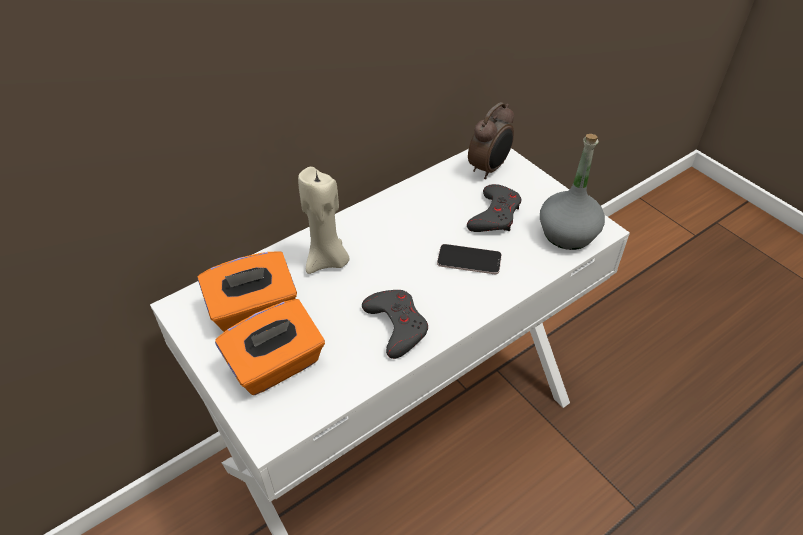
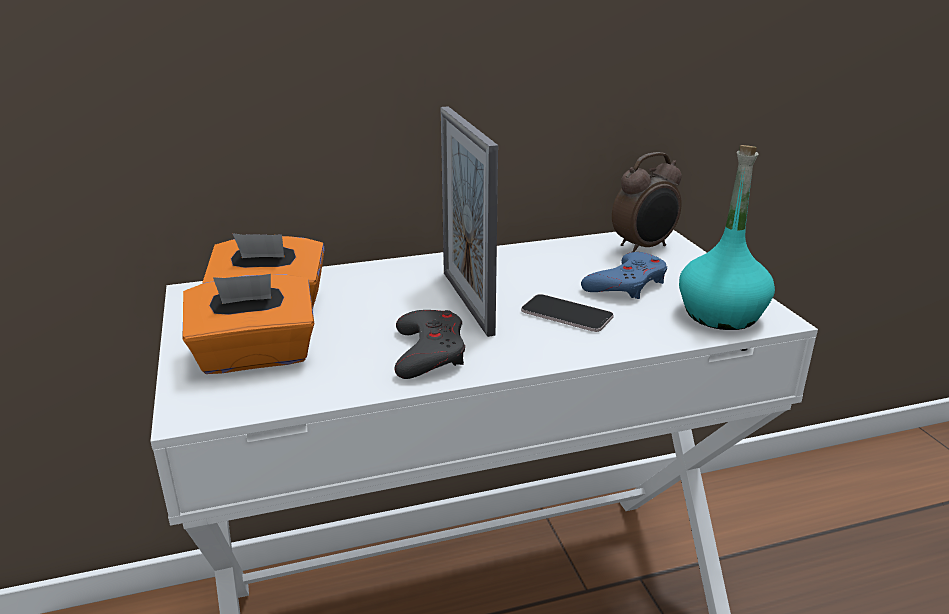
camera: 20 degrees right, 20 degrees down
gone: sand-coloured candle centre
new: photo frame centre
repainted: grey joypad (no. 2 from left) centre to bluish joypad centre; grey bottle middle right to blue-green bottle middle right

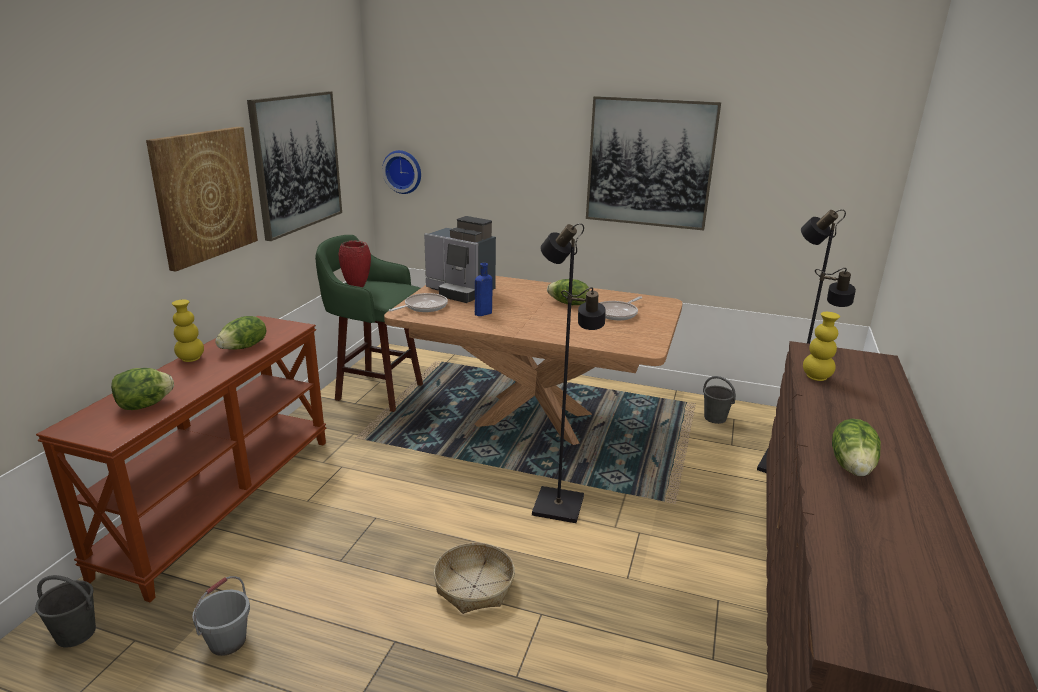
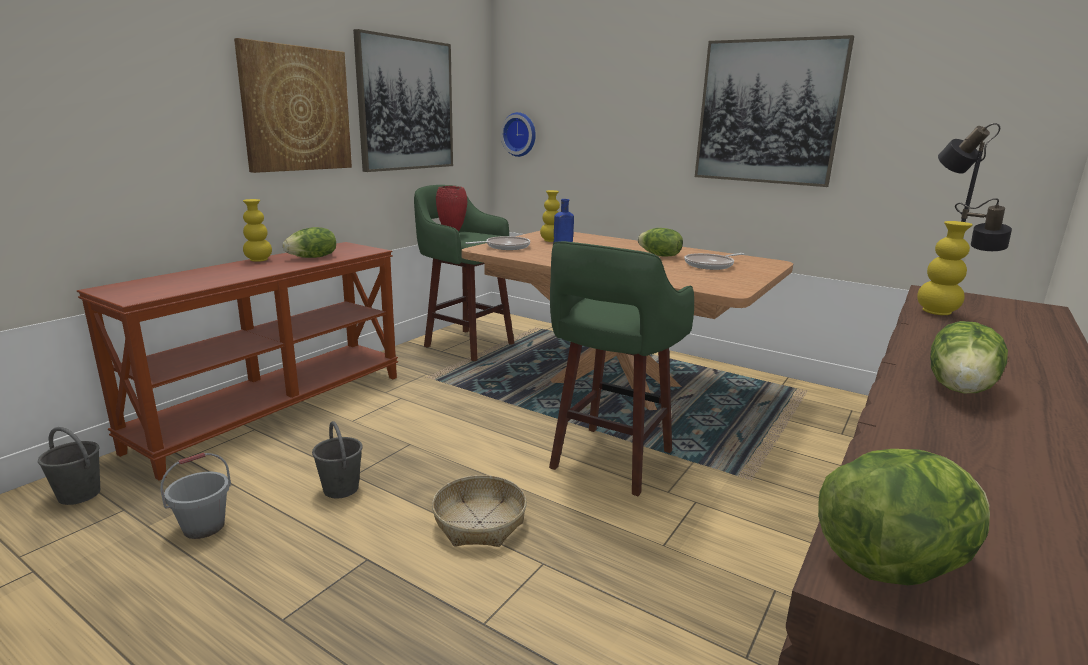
camera: 15 degrees right, 5 degrees down
shifted: lettuce (no. 1 from left in the first image) middle left to lettuce (no. 3 from left) bottom right; grey pail (no. 3 from left) middle right to bottom left
swapped: coffee machine centre to yellow decorative vase (no. 2 from left) top centre; black standing lamp (no. 1 from left) centre to greenish stool seat (no. 2 from left) centre

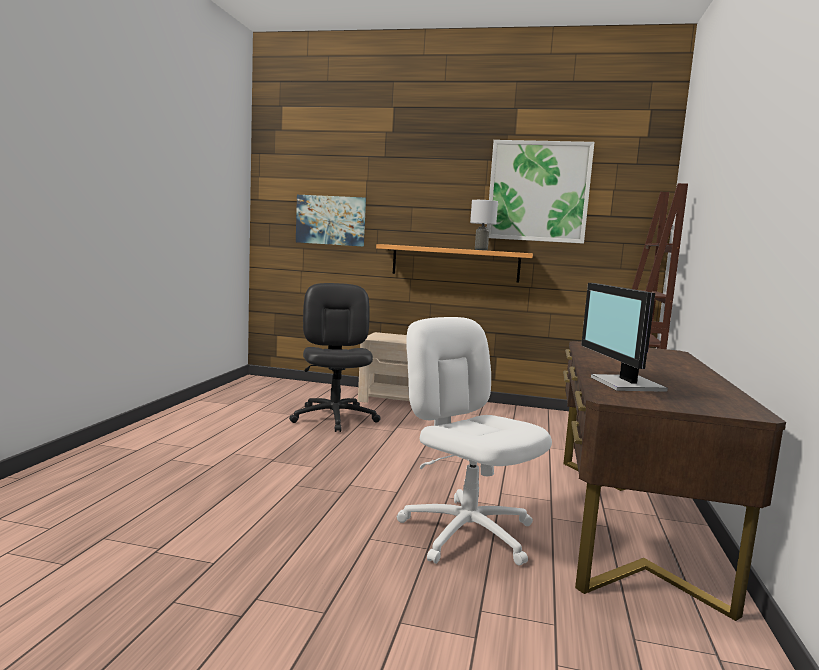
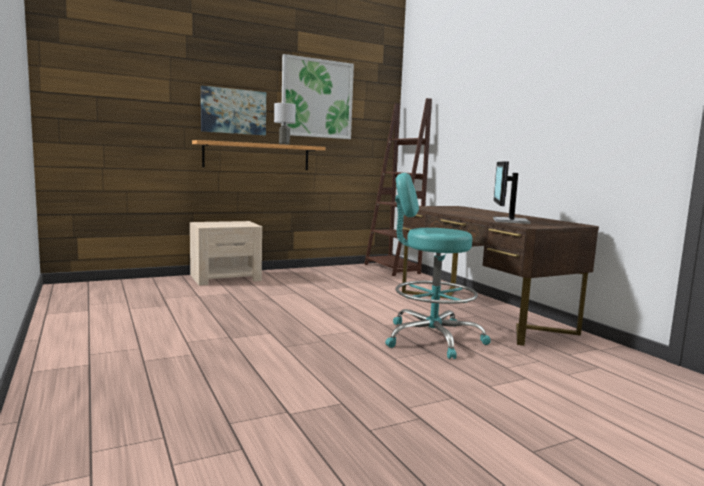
camera: 40 degrees left, 0 degrees up
gone: black office chair centre
shifted: wall picture (no. 1 from left) top centre to top left
swapped: white-coloured office chair centre to blue-green stool seat centre
rotated: computer screen middle right = middle right 60 degrees clockwise

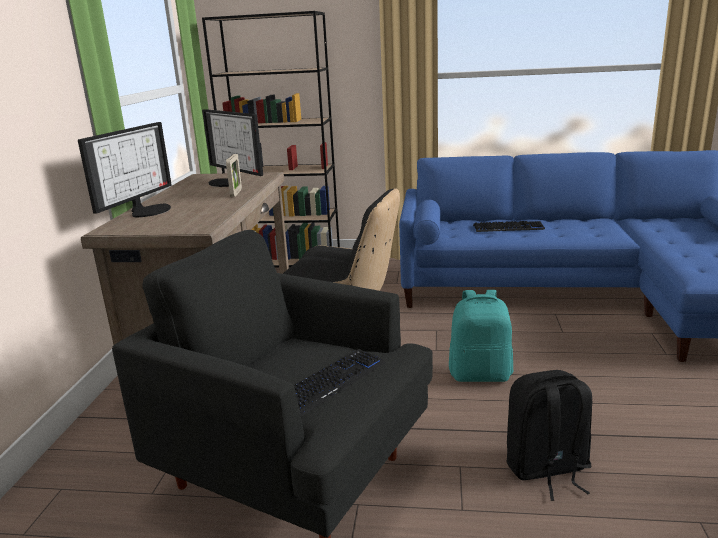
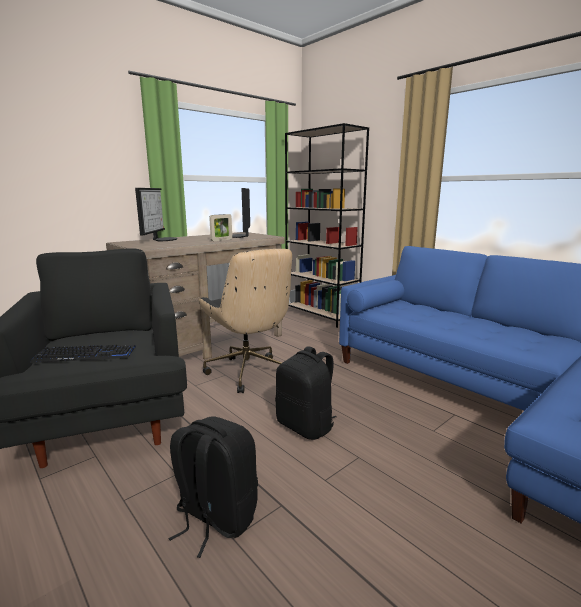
camera: 40 degrees right, 5 degrees down
gone: PC keyboard (no. 2 from left) middle right
repainted: blue-green knapsack middle right to black knapsack (no. 2 from left) centre
rotated: computer screen (no. 1 from left) top left = middle left 60 degrees counterclockwise

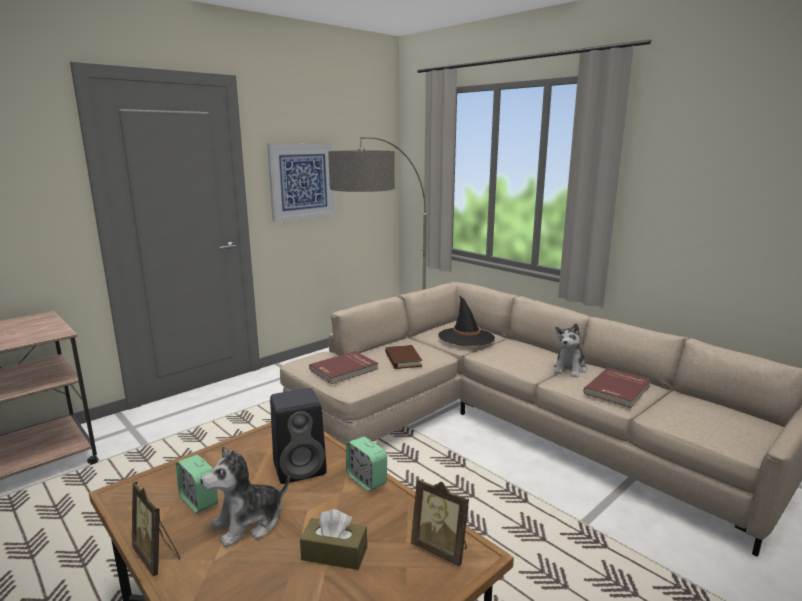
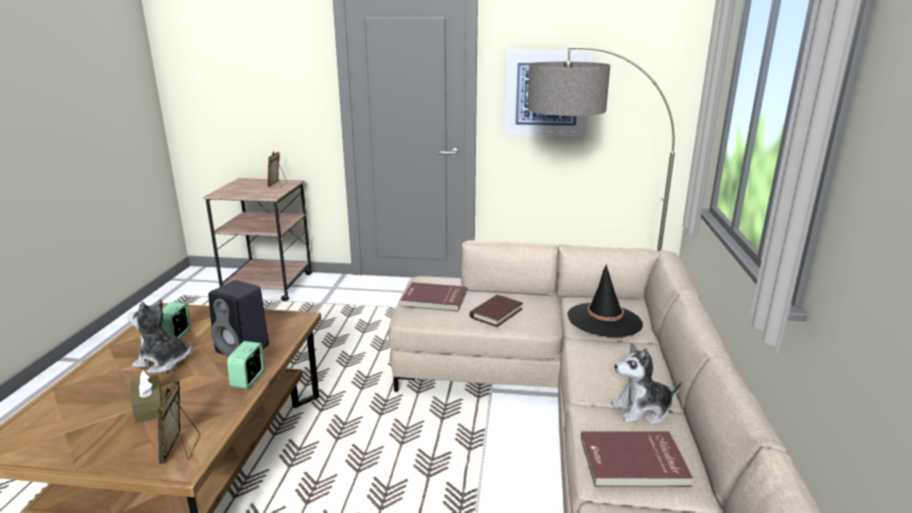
camera: 50 degrees right, 5 degrees up
shifted: photo frame (no. 1 from left in the first image) bottom left to photo frame (no. 2 from left) top left

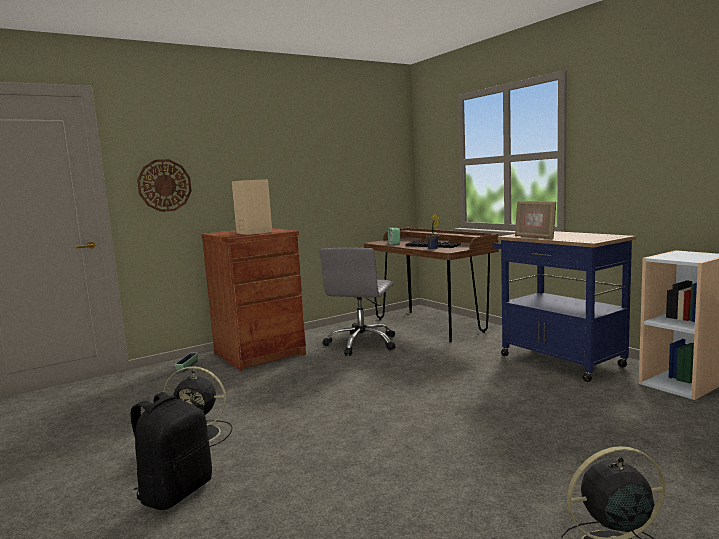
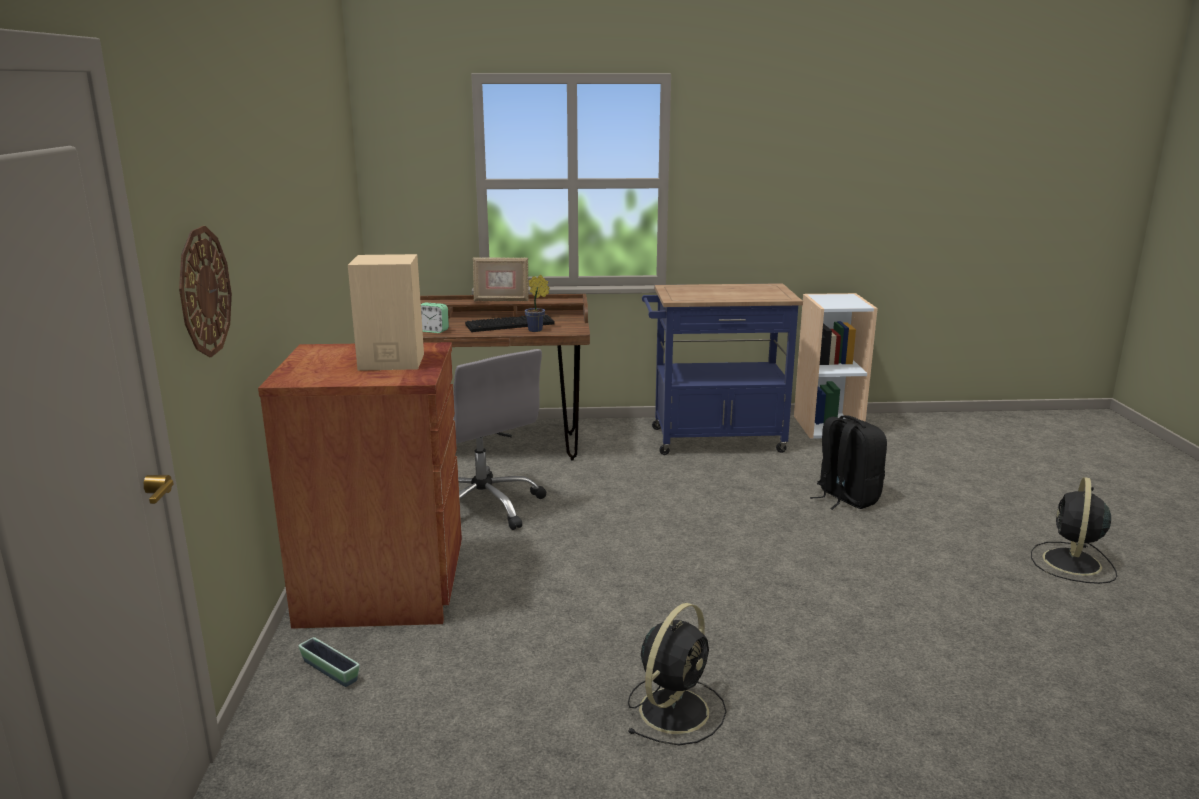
camera: 60 degrees left, 10 degrees up
shifted: black knapsack bottom left to middle right; photo frame middle right to centre

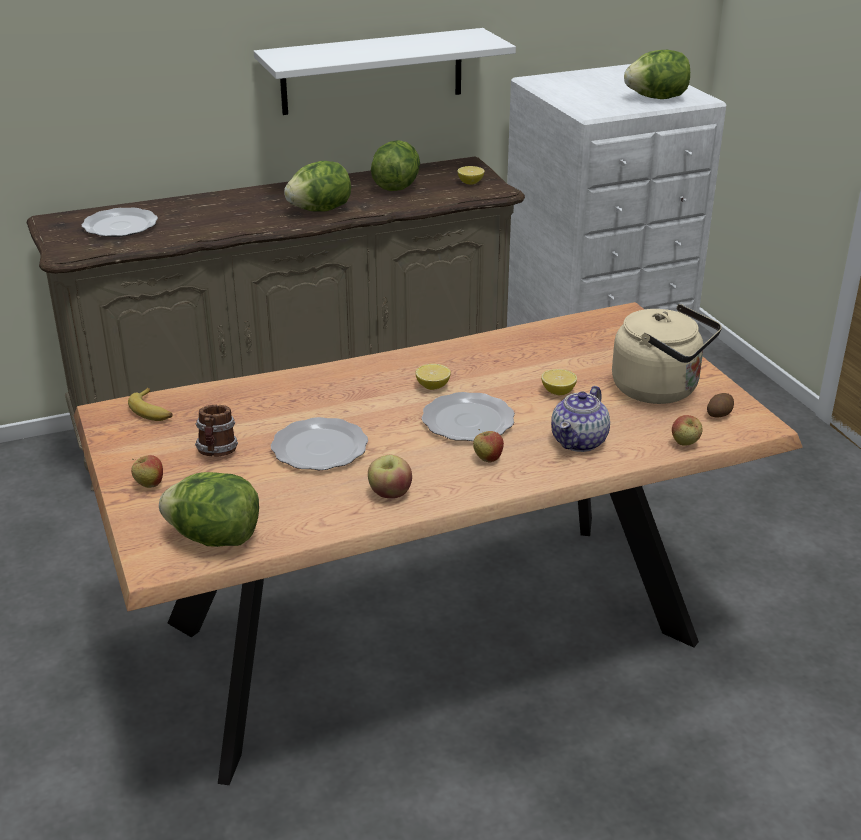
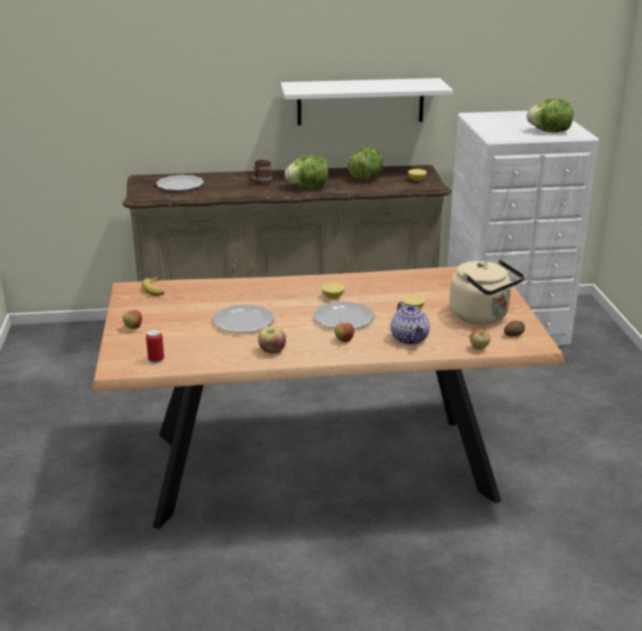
camera: 15 degrees right, 5 degrees down
shifted: tea mug middle left to top centre
swapped: lettuce (no. 1 from left) middle left to metal can middle left
rotated: tea pot middle right = centre 60 degrees counterclockwise

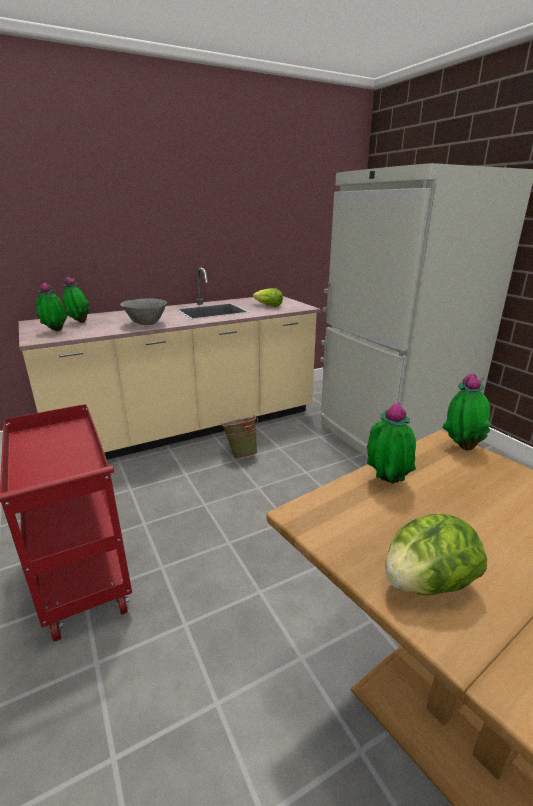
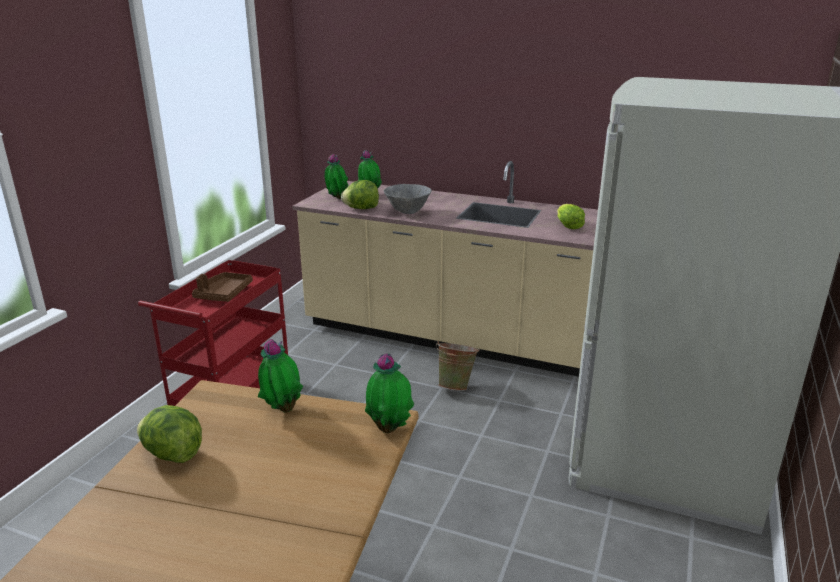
camera: 50 degrees right, 0 degrees up
new: brownish serving tray middle left; lettuce (no. 2 from left) centre

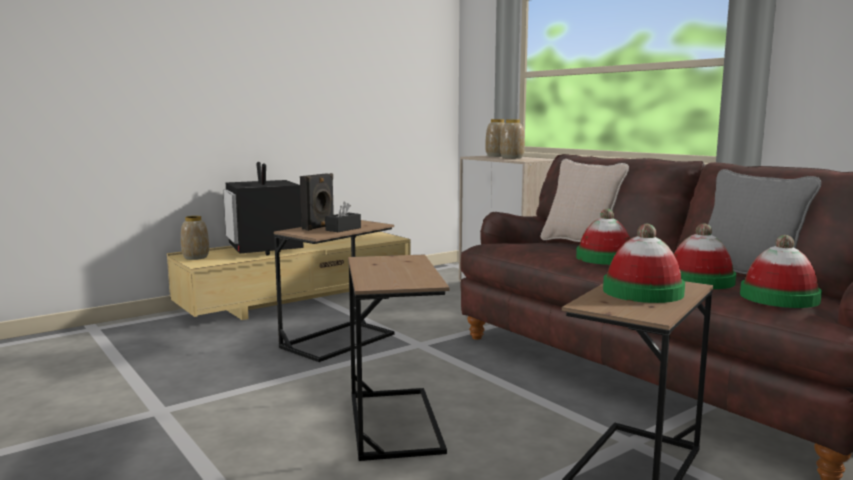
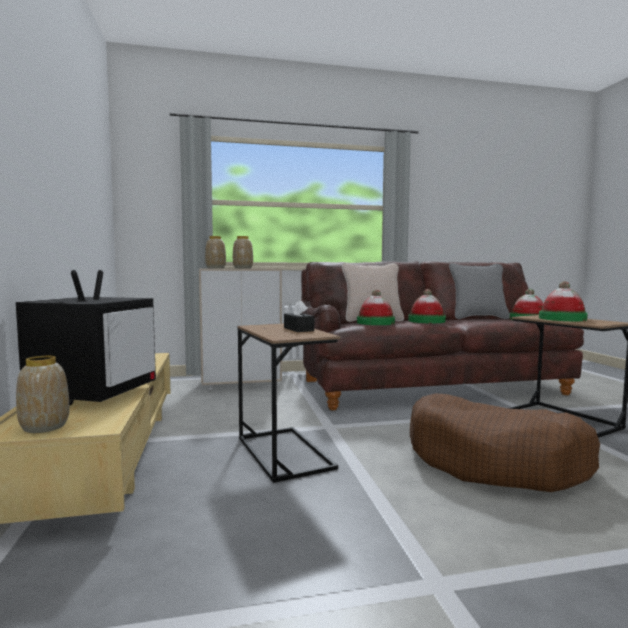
camera: 65 degrees left, 5 degrees down
gone: black loudspeaker centre
shifted: clothing hat (no. 3 from left in the first image) middle right to clothing hat (no. 1 from left) centre
swapped: brownish accent table (no. 2 from left) bottom centre to brownish dog bed bottom right
rotated: TV set middle left = middle left 75 degrees counterclockwise

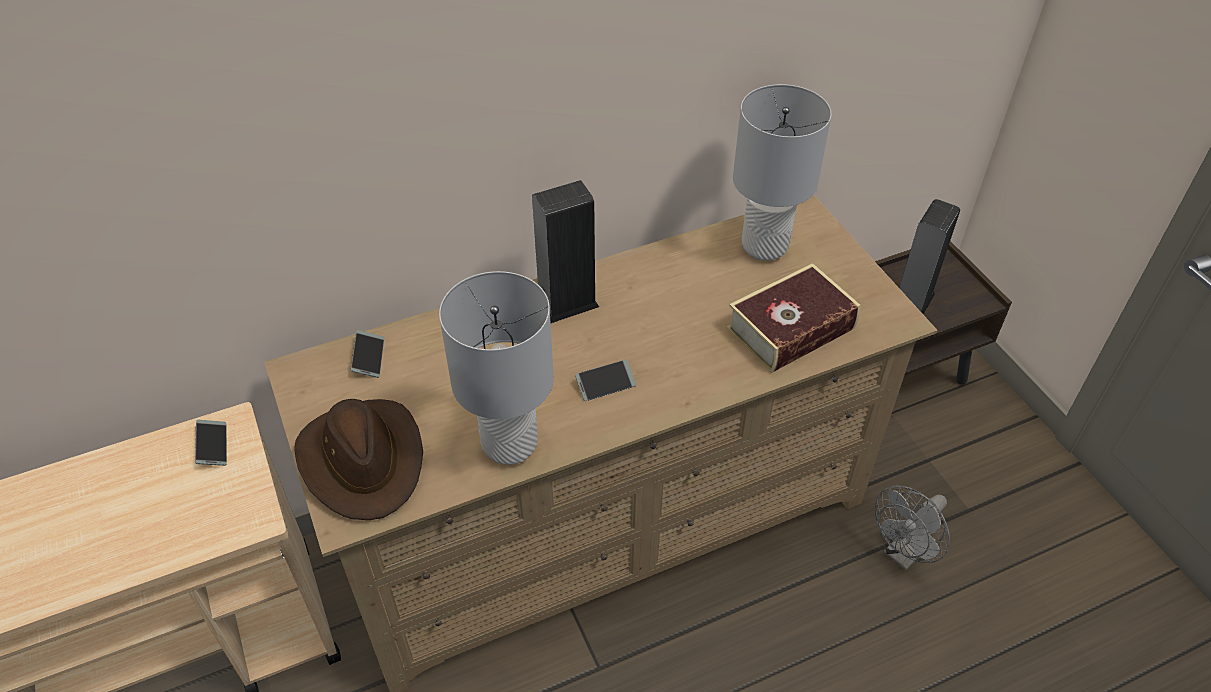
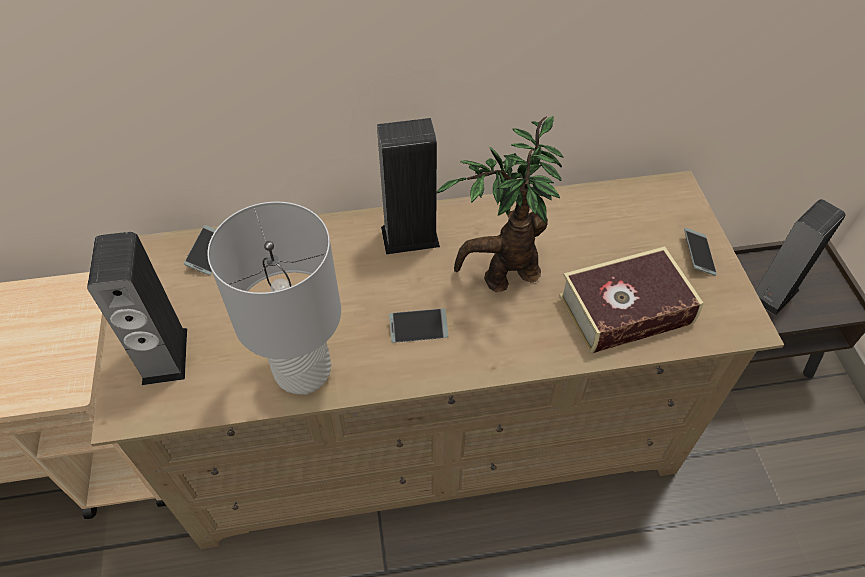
camera: 15 degrees right, 5 degrees up
gone: grey lamp for a table (no. 2 from left) top centre; grey fan bottom right
new: plant in a pot centre
shifted: phone (no. 1 from left in the first image) middle left to phone (no. 3 from left) middle right
swapped: brownish clothing hat middle left to loudspeaker (no. 1 from left) middle left

